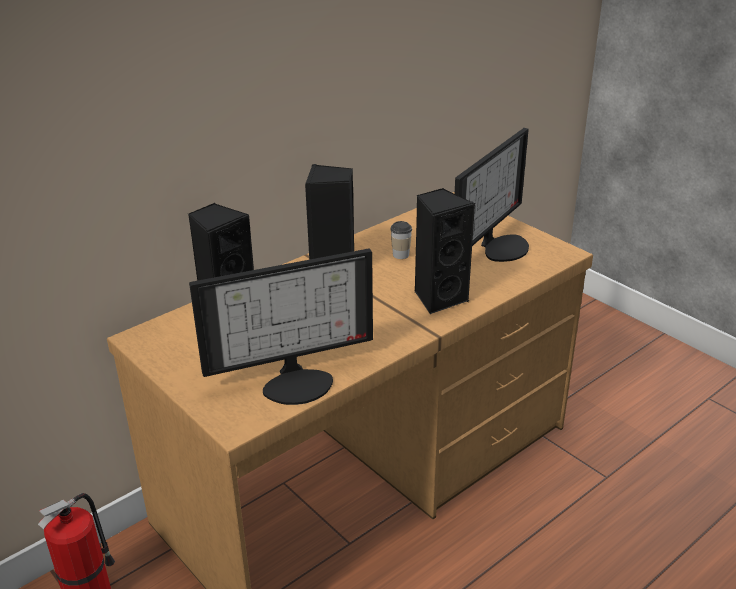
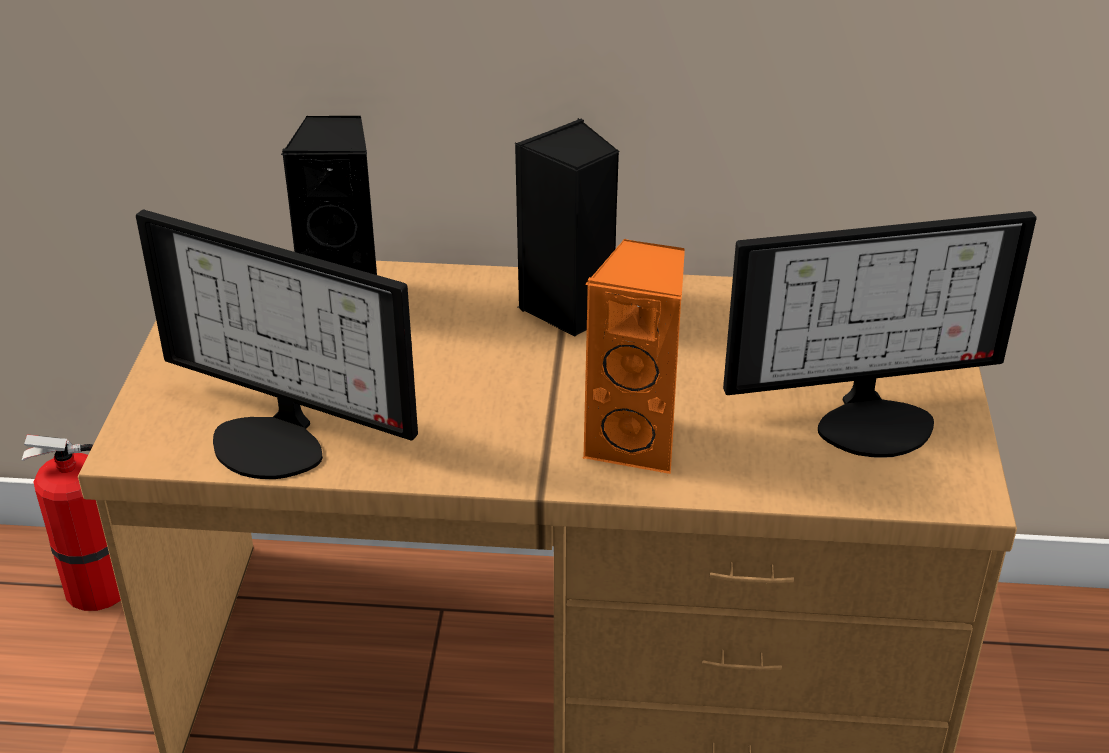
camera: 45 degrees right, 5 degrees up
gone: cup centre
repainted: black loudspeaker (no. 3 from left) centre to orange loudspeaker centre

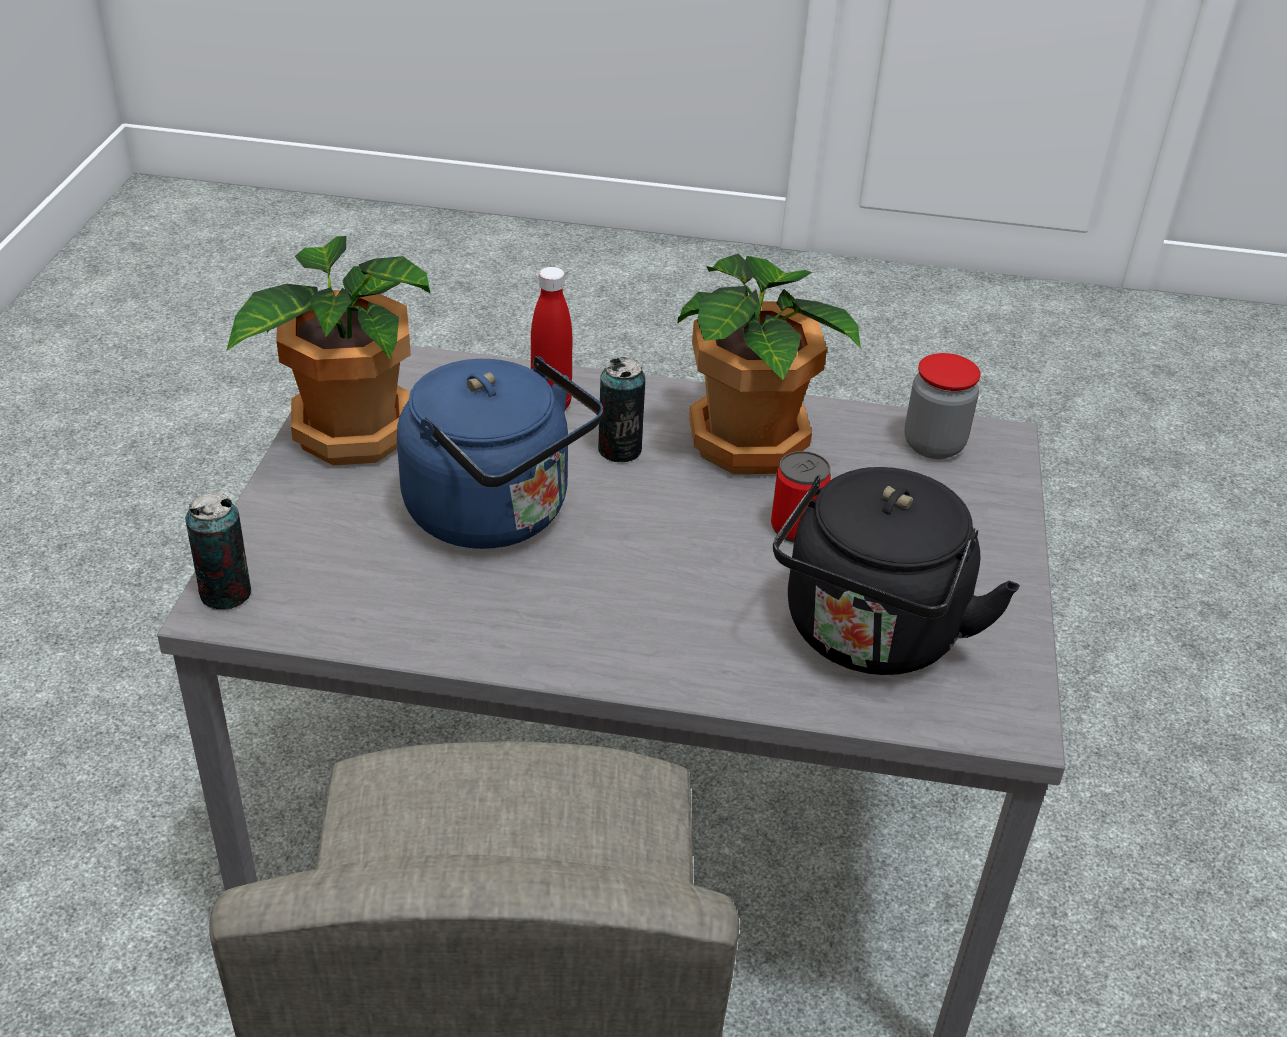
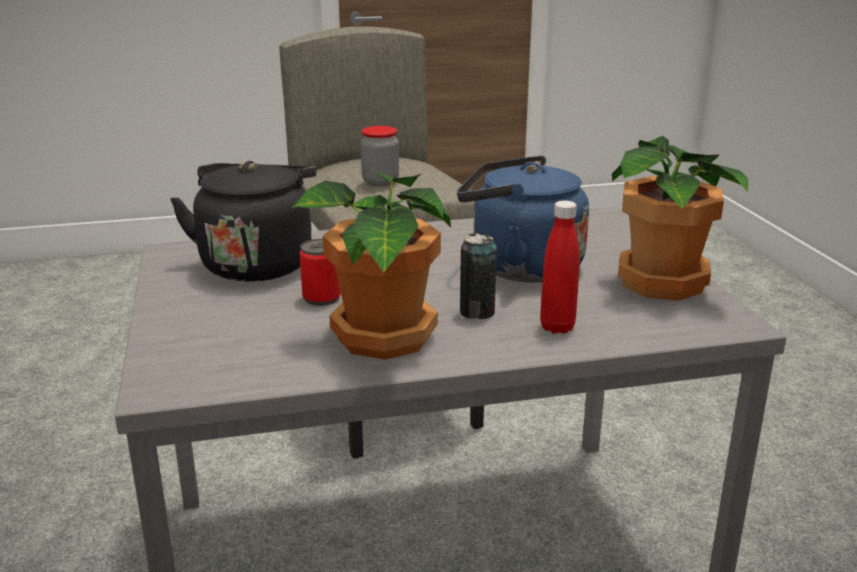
camera: 160 degrees right, 15 degrees down
gone: metal can (no. 1 from left) middle left
shifted: preserve jar middle right to top centre

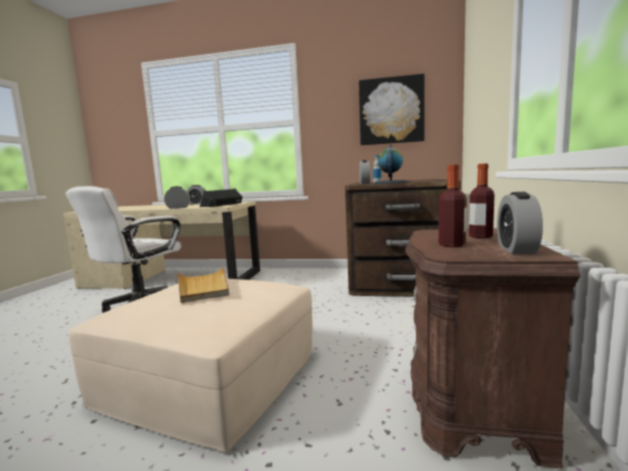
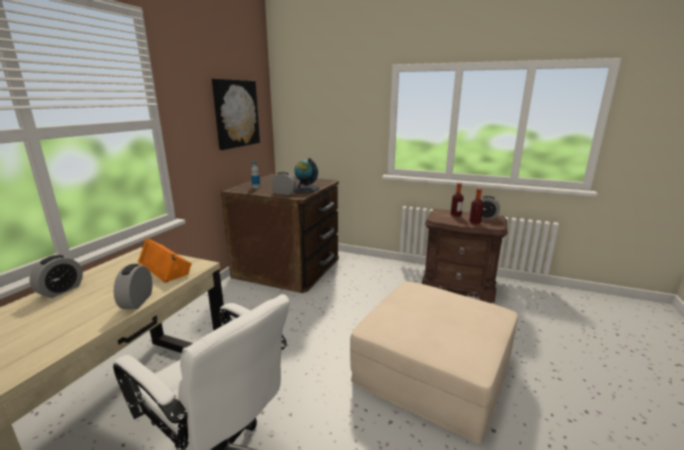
camera: 80 degrees left, 10 degrees up
gone: sand-coloured serving tray middle left
repainted: black loudspeaker centre to orange loudspeaker middle left

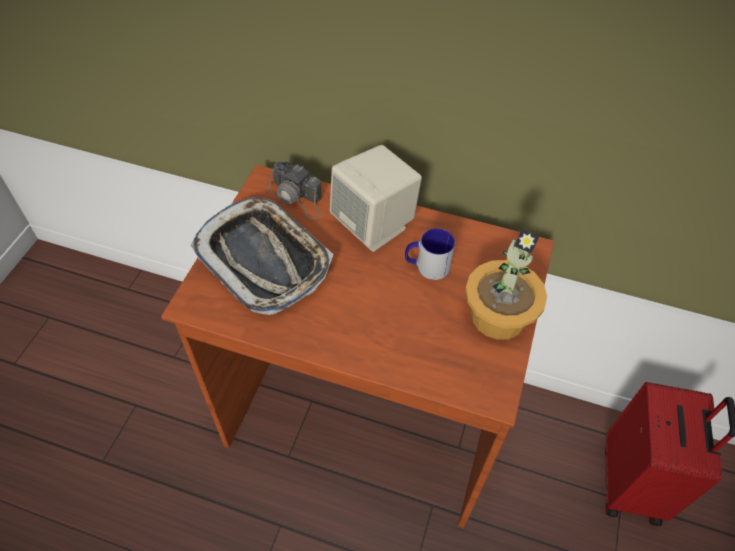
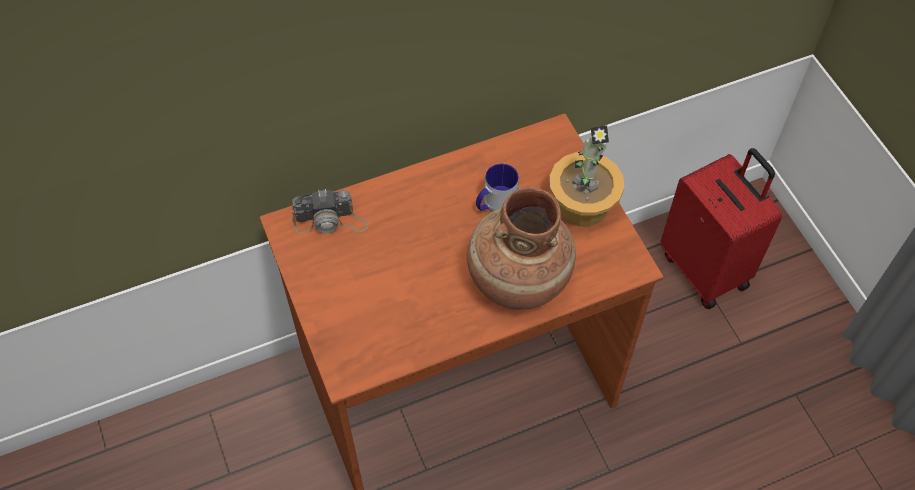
camera: 40 degrees left, 5 degrees up
gone: serving tray centre; sand-coloured loudspeaker centre
new: brownish decorative vase centre

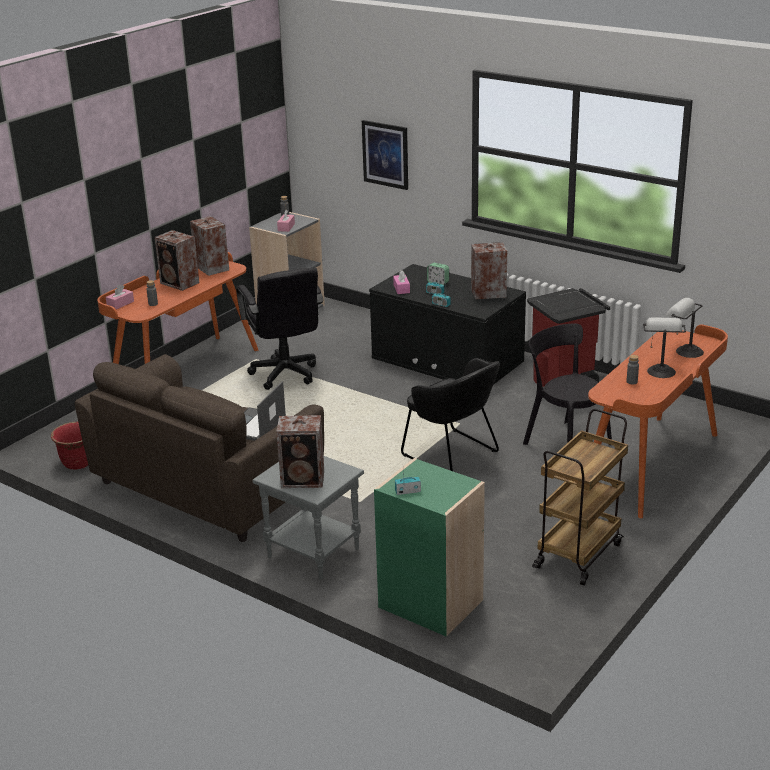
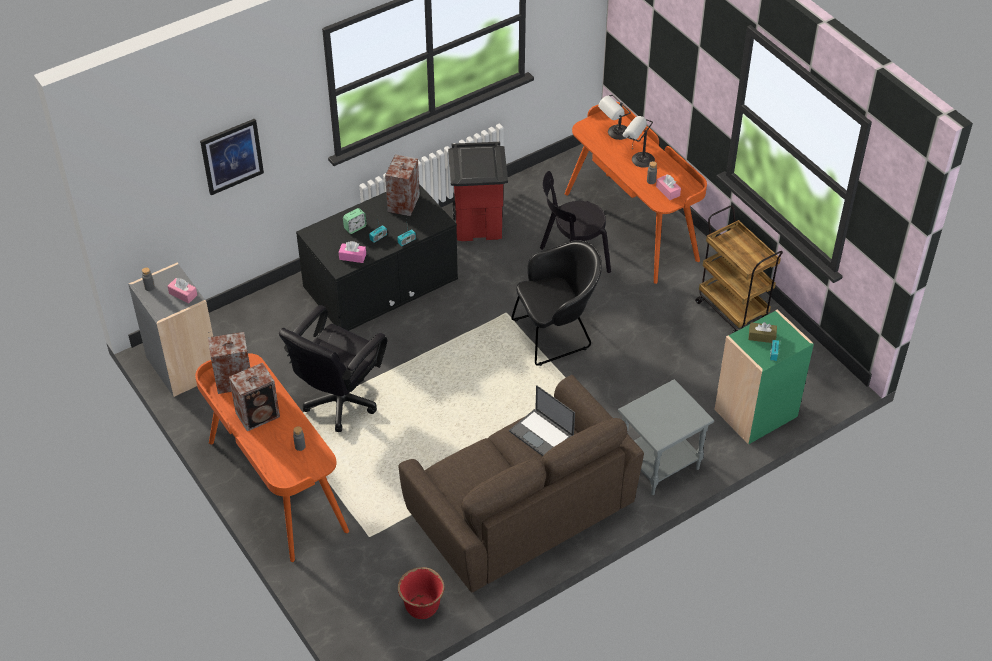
camera: 70 degrees left, 20 degrees up
gone: loudspeaker (no. 3 from left) centre
new: brownish tissue box middle right
shifted: pinkish tissue box (no. 1 from left in the first image) middle left to pinkish tissue box (no. 3 from left) top right
rotated: black office chair centre = centre 120 degrees clockwise

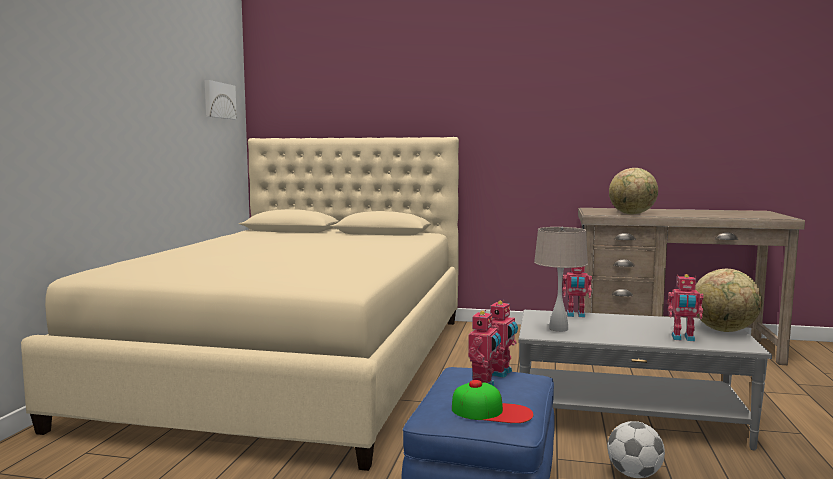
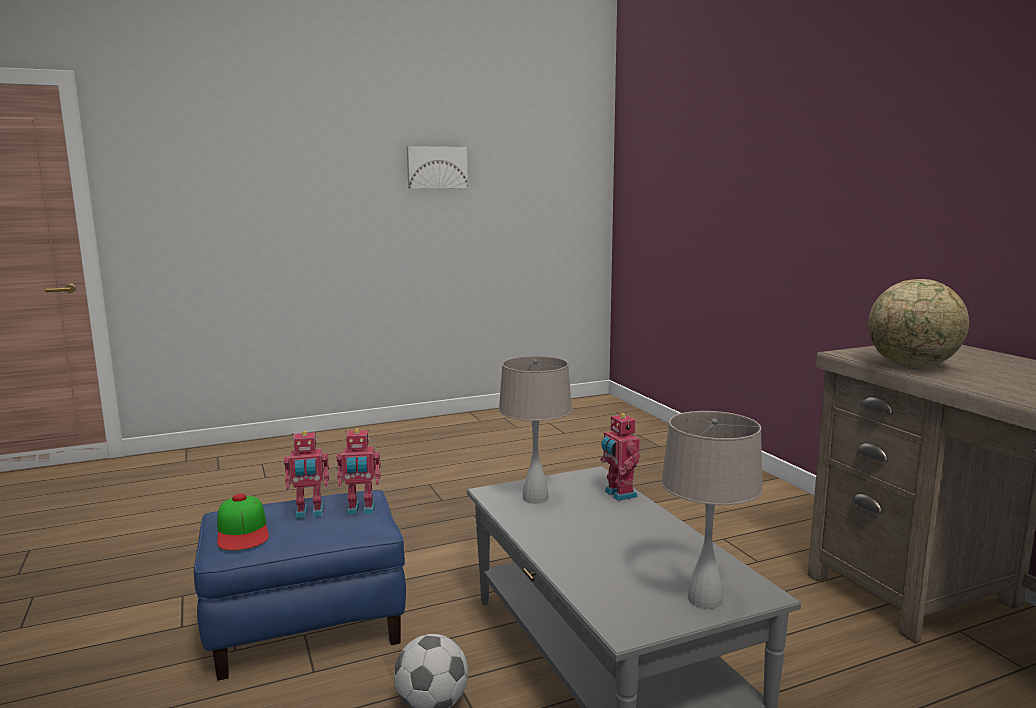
camera: 55 degrees right, 5 degrees up
gone: sand-coloured sleeping bed middle left; robot figure (no. 4 from left) middle right
shifted: wall picture top left to top centre
swapped: globe (no. 2 from left) middle right to sand-coloured lamp for a table (no. 2 from left) bottom right

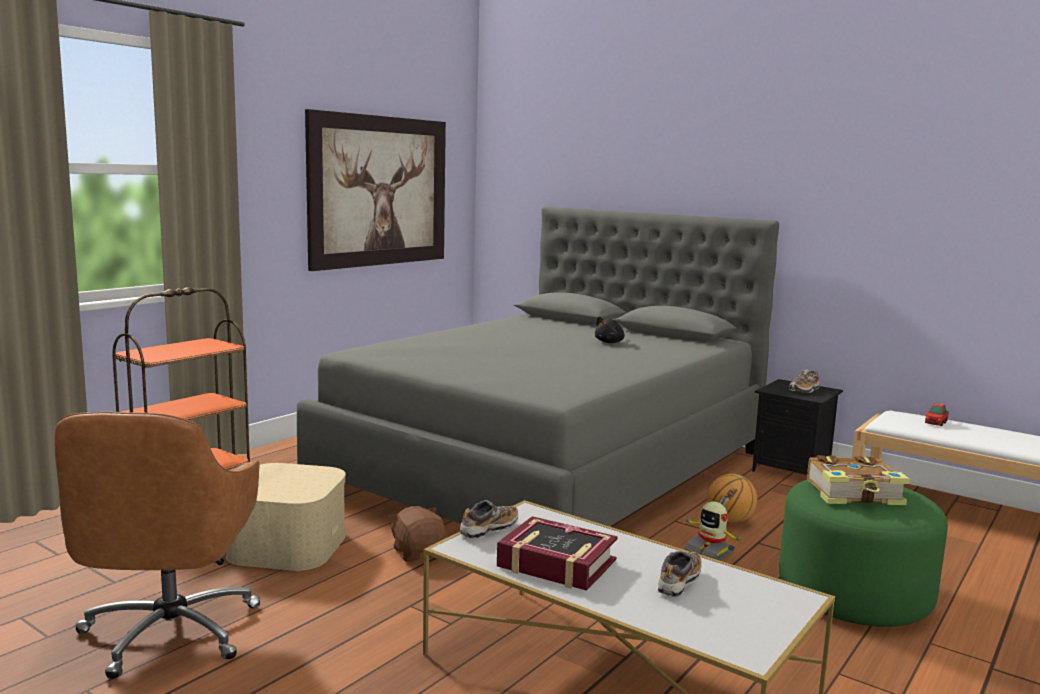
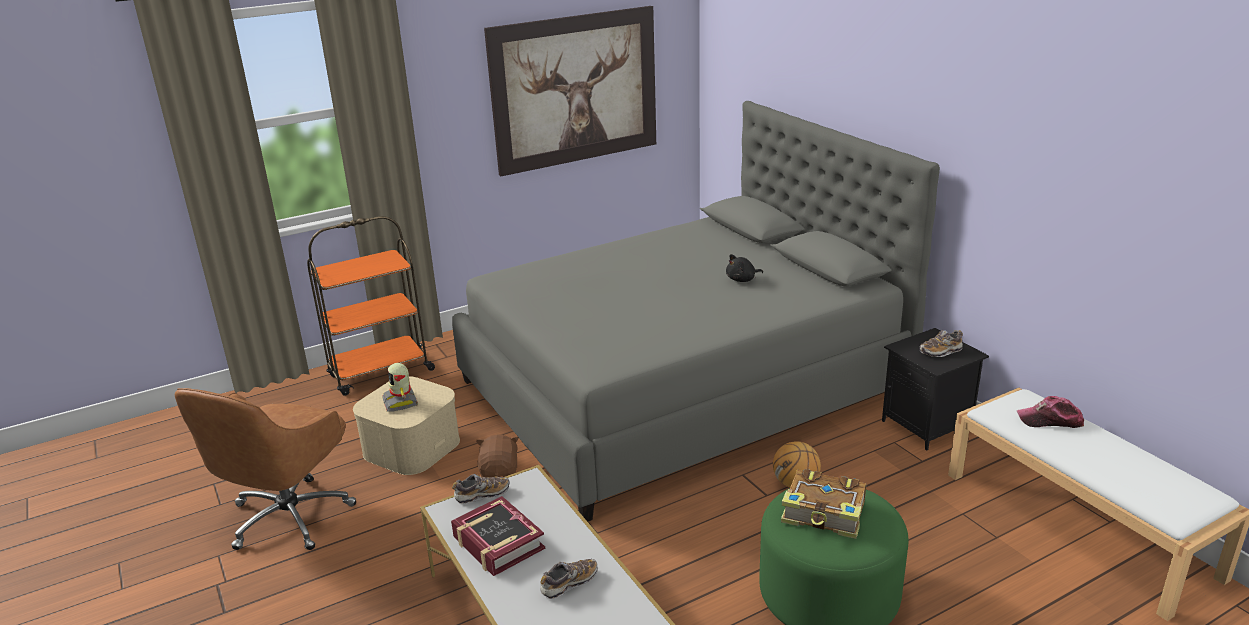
camera: 25 degrees right, 15 degrees up
shifted: robot figure bottom right to middle left
swapped: miniature car middle right to baseball cap middle right

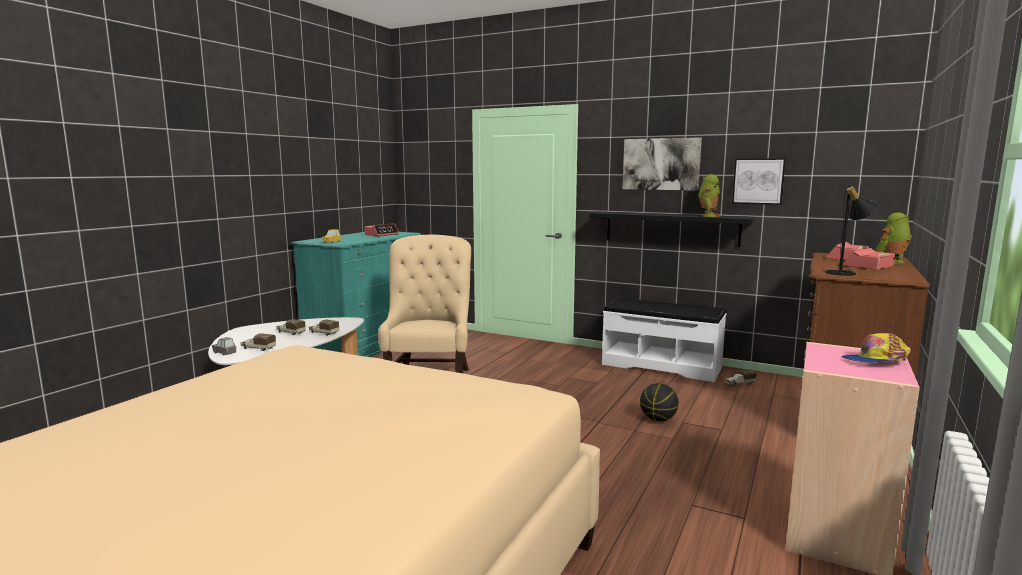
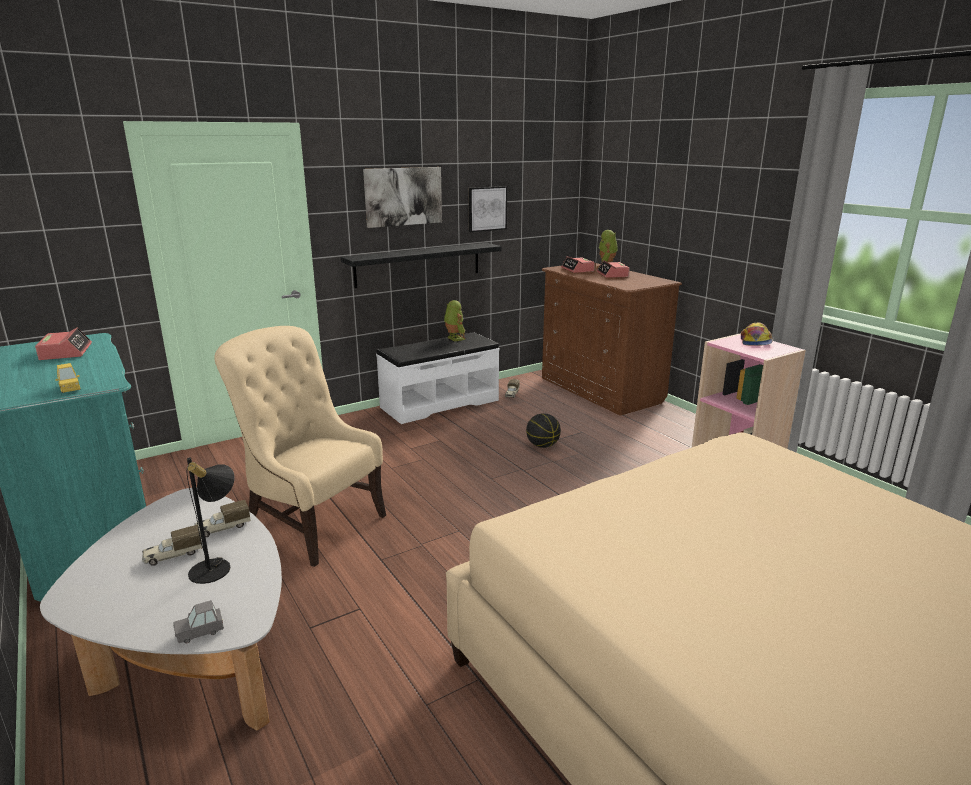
camera: 60 degrees left, 10 degrees up
gone: toy truck (no. 1 from left) middle left
shifted: robot figure (no. 1 from left) middle right to centre; black lamp for a table middle right to middle left

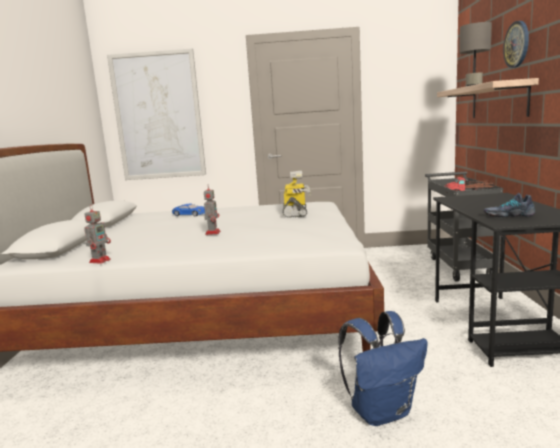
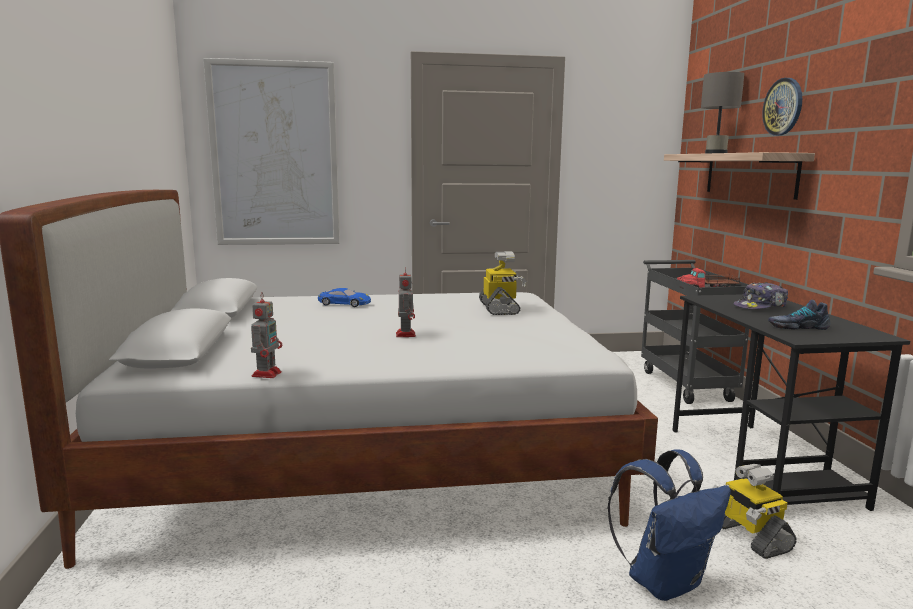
camera: 10 degrees left, 0 degrees up
new: robot figure (no. 4 from left) bottom right; baseball cap middle right

